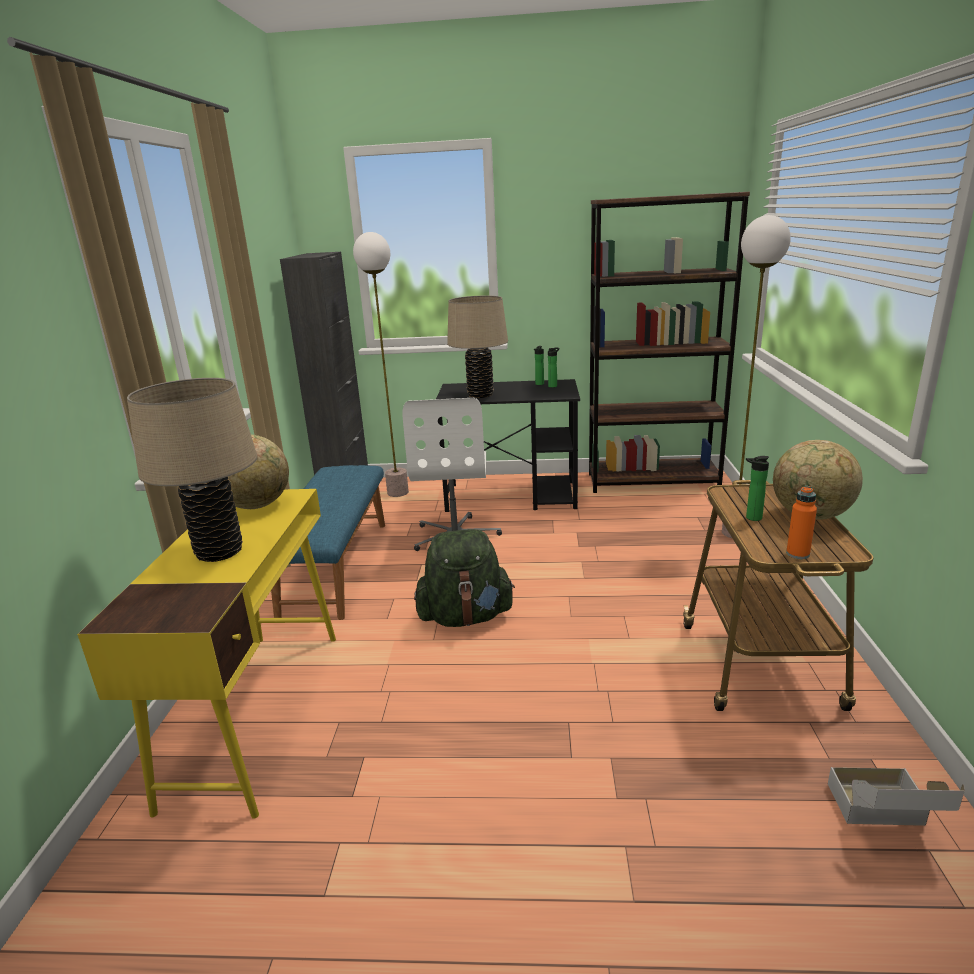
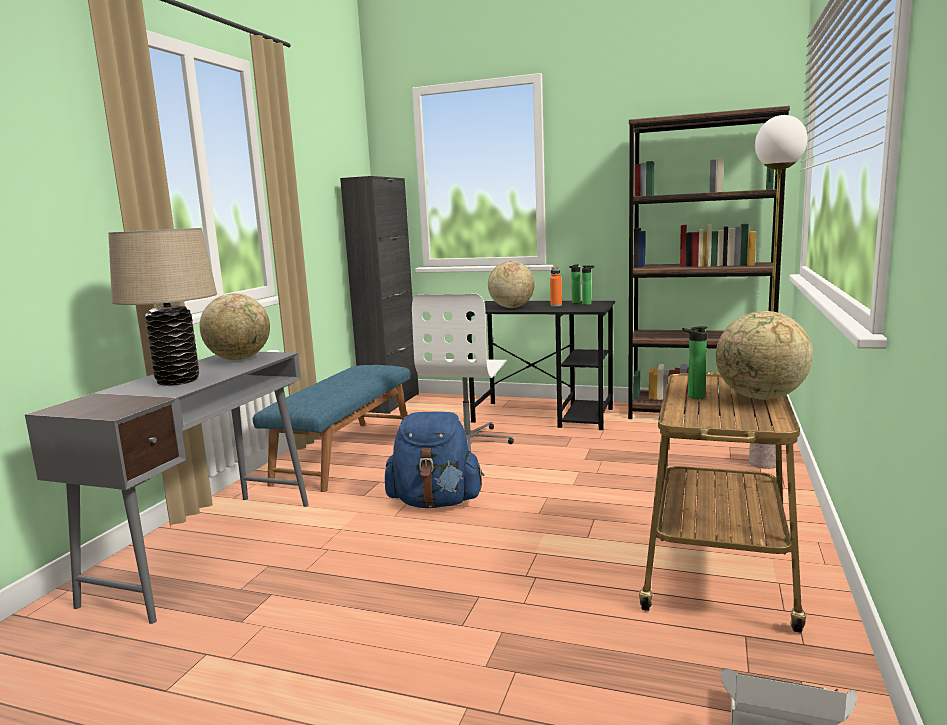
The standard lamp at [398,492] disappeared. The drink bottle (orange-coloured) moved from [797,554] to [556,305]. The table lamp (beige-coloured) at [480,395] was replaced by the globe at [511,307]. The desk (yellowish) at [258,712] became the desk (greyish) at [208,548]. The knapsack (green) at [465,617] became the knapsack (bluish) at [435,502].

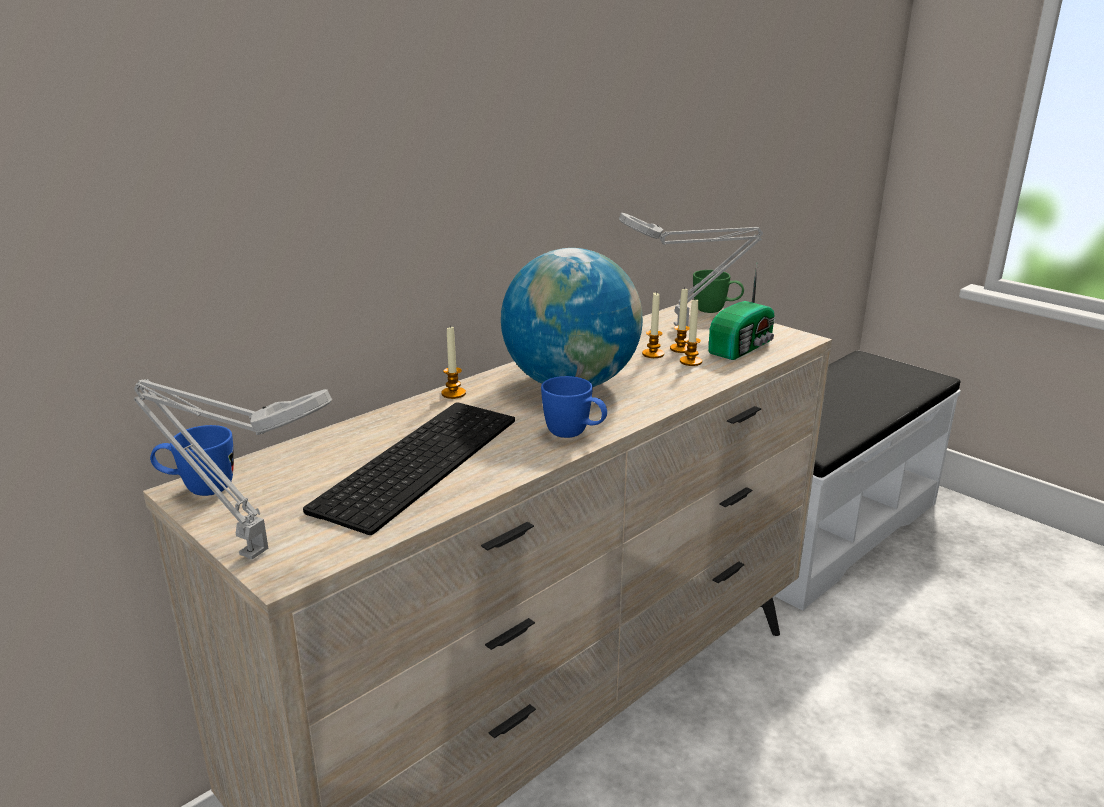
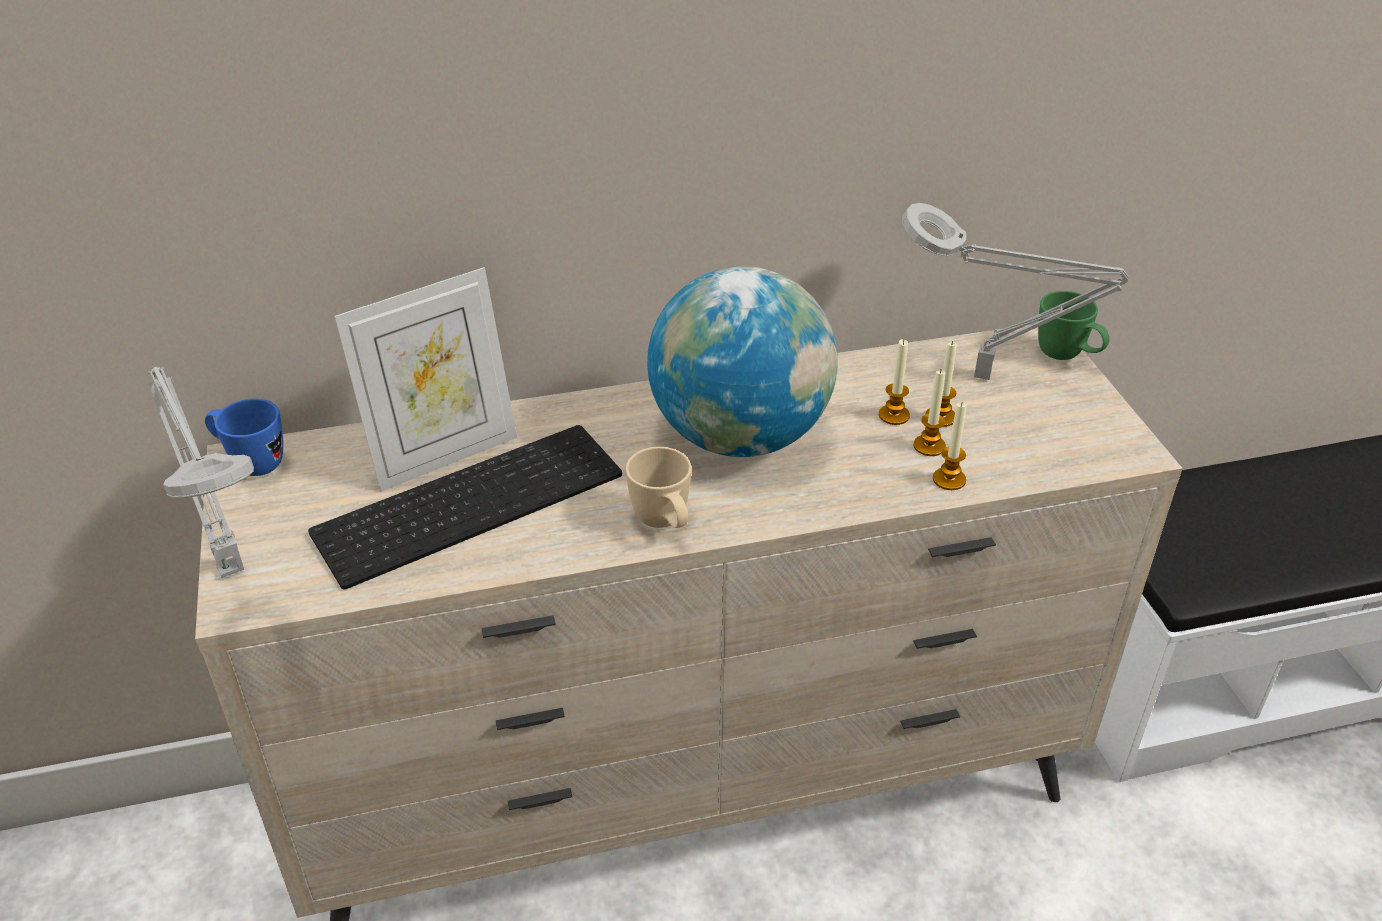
The radio receiver at [743,347] disappeared. The photo frame at [443,455] appeared. The wax candle moved from [453,393] to [949,479]. The tea mug (bluish) at [574,435] became the tea mug (beige-coloured) at [664,524].

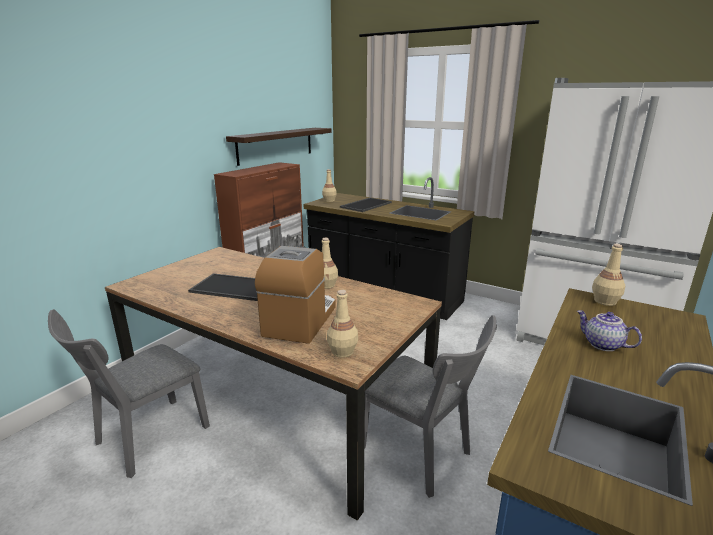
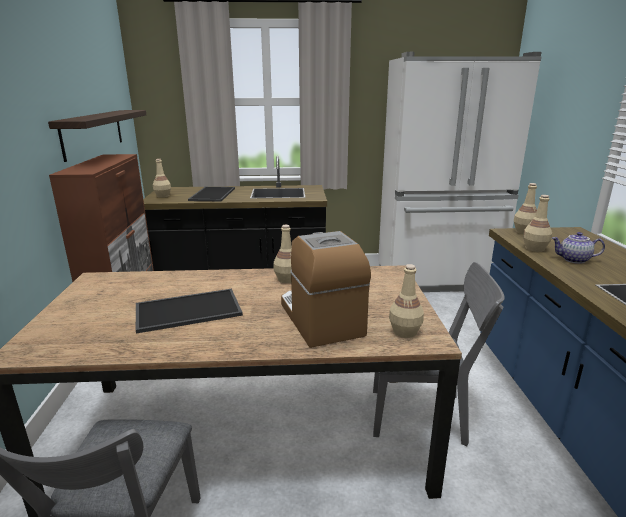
The drink bottle (beige-coloured) at [535,249] appeared.

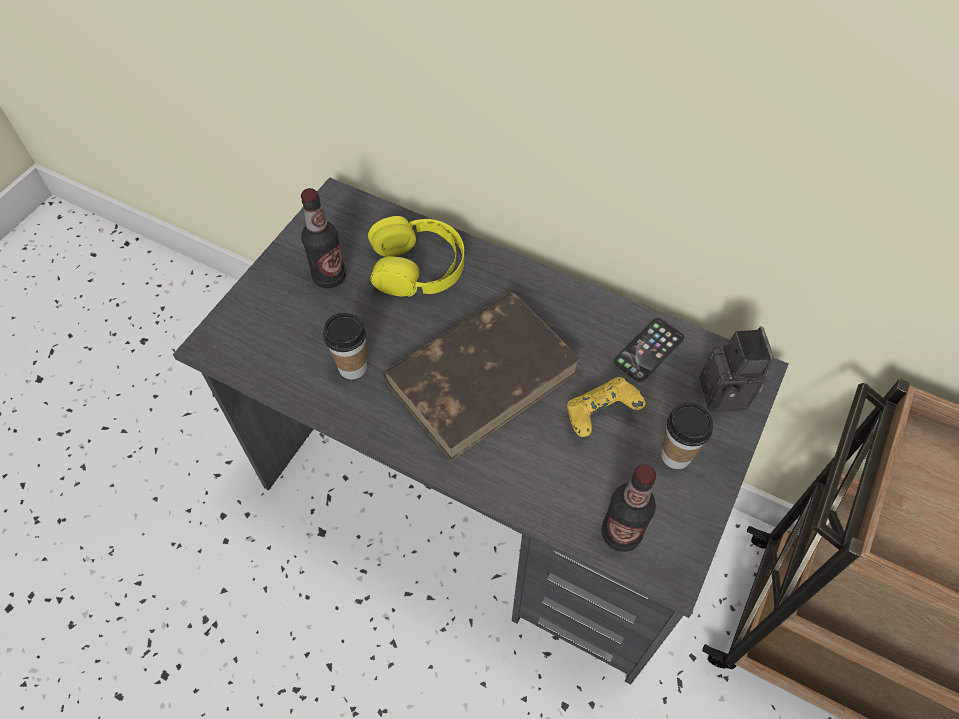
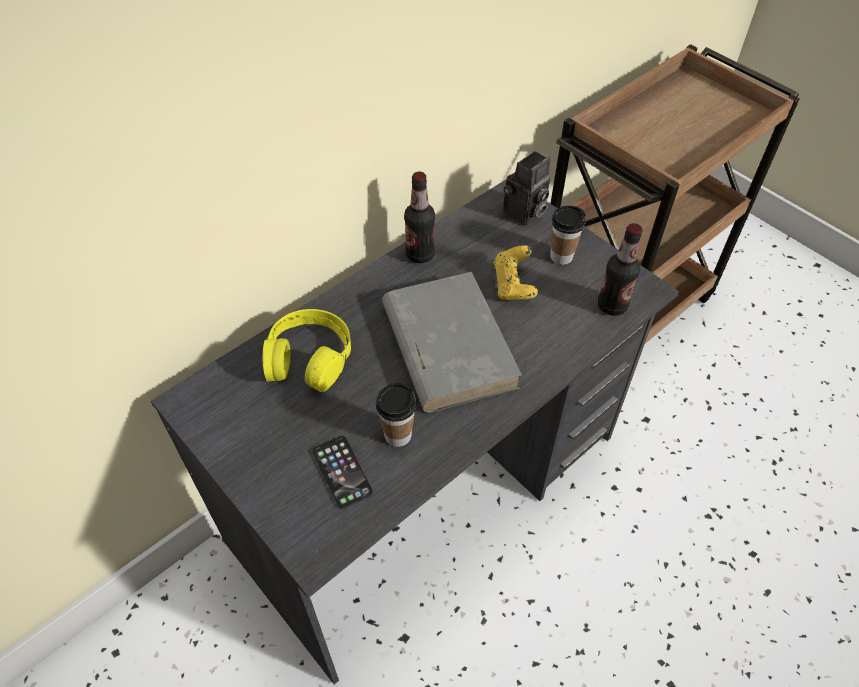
The drink bottle moved from [329,277] to [420,255]. The handset moved from [648,350] to [342,472]. The book (brown-coloured) at [483,376] became the book (greyish) at [447,345]. The photo camera at [727,396] turned 120 degrees clockwise.

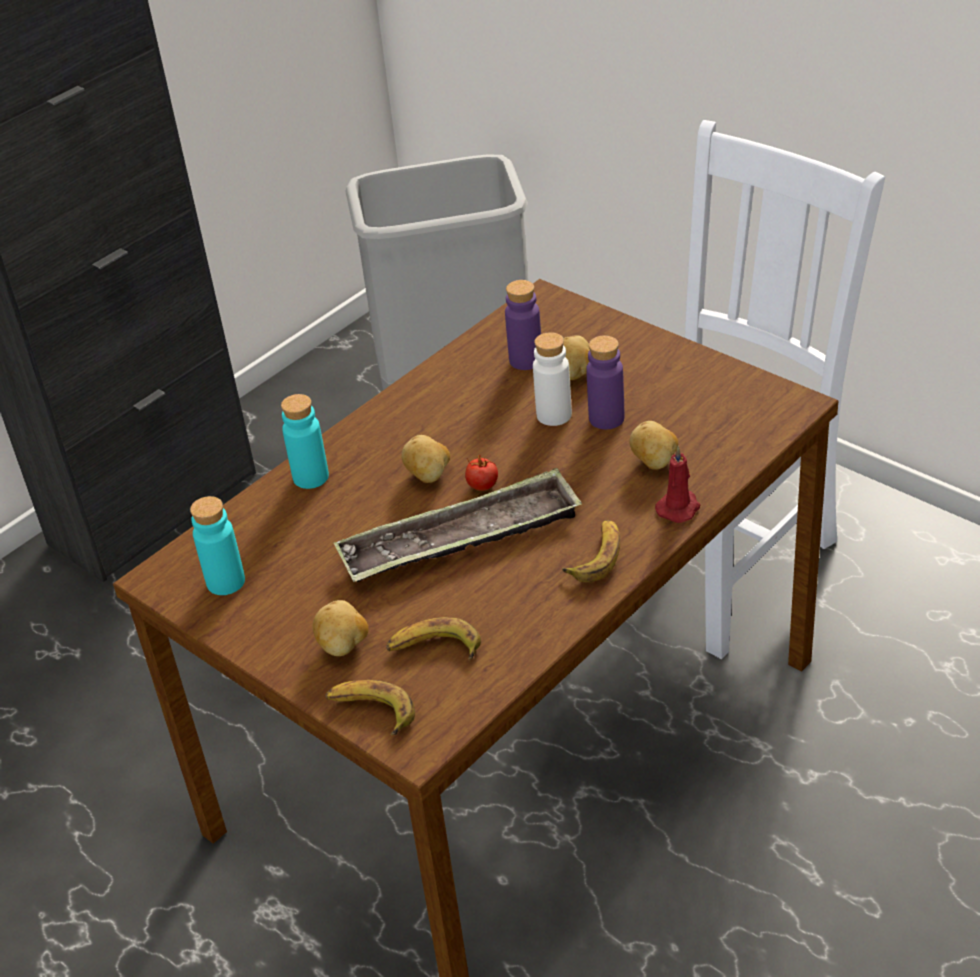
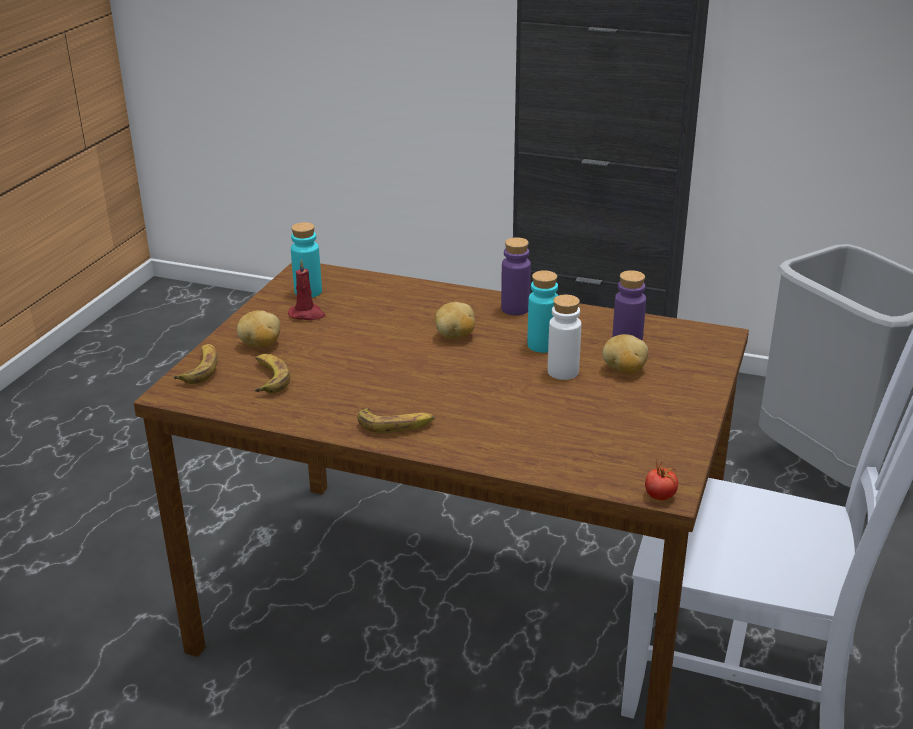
The serving tray at [461,539] disappeared. The whole potato at [654,462] disappeared. The drink bottle (turquoise) moved from [311,477] to [542,345]. The whole tomato moved from [483,485] to [660,496]. The drink bottle (purplish) moved from [606,418] to [515,309]. The wax candle (red-coloured) moved from [679,507] to [307,314].

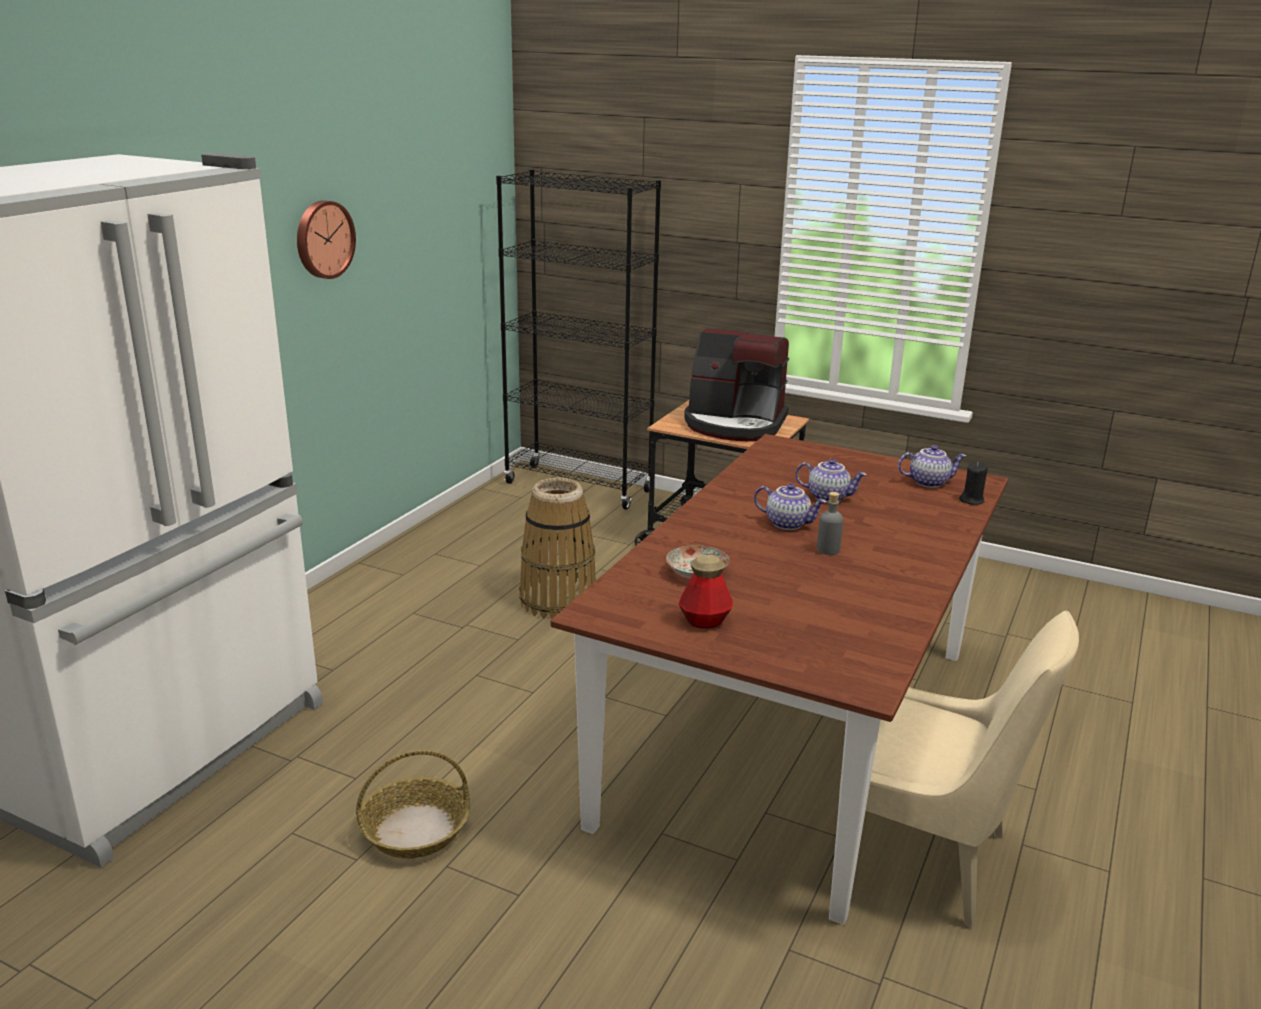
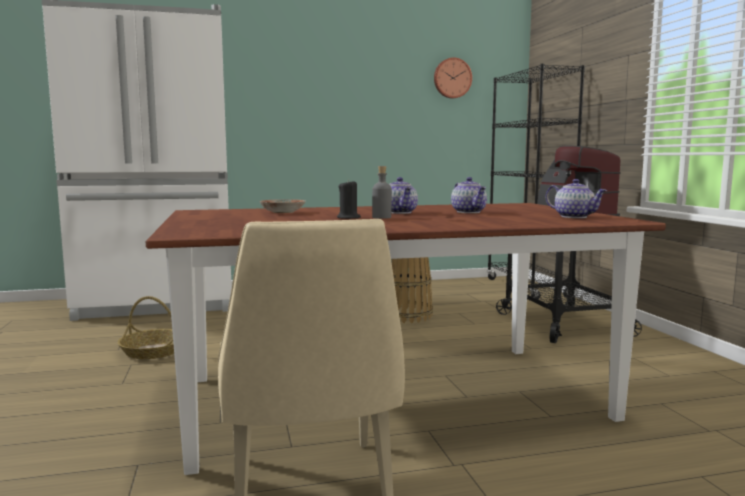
The drink bottle at [704,621] disappeared. The wall clock moved from [323,239] to [452,78]. The wax candle (black-coloured) moved from [972,500] to [348,218].

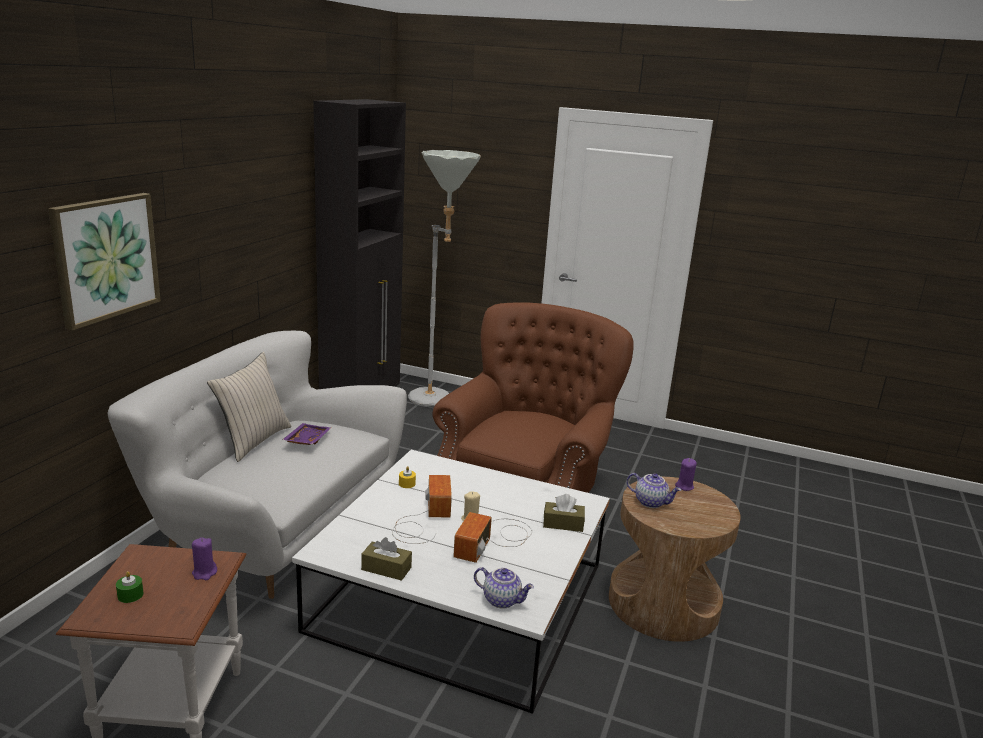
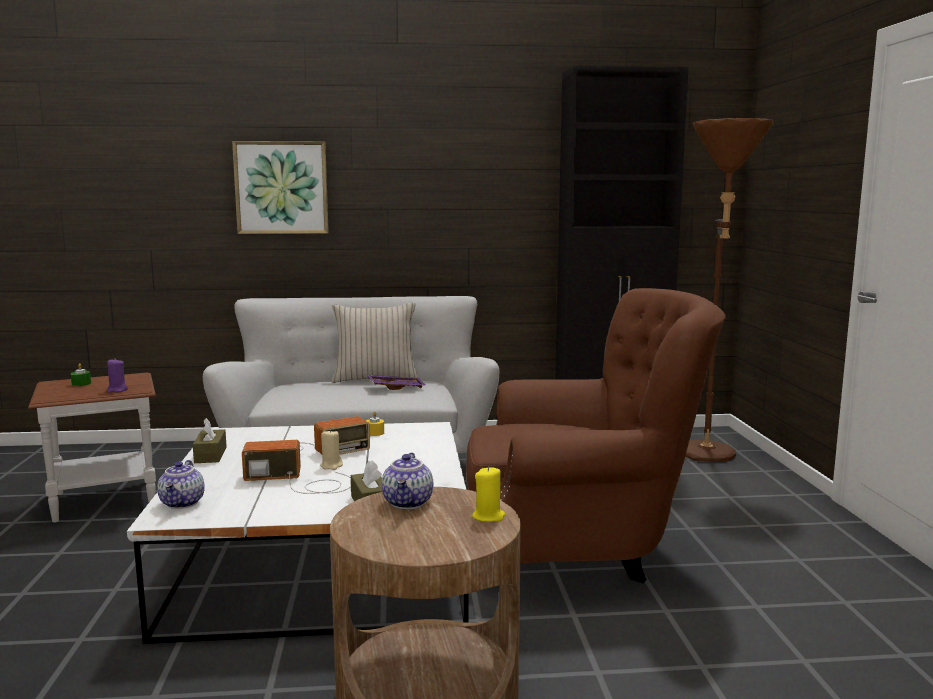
The standard lamp (greyish) at [437,400] became the standard lamp (brown-coloured) at [709,457]. The wax candle (purplish) at [684,486] became the wax candle (yellowish) at [488,516].

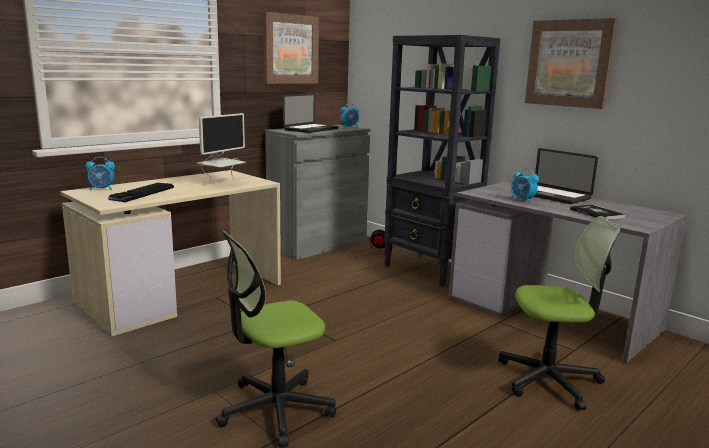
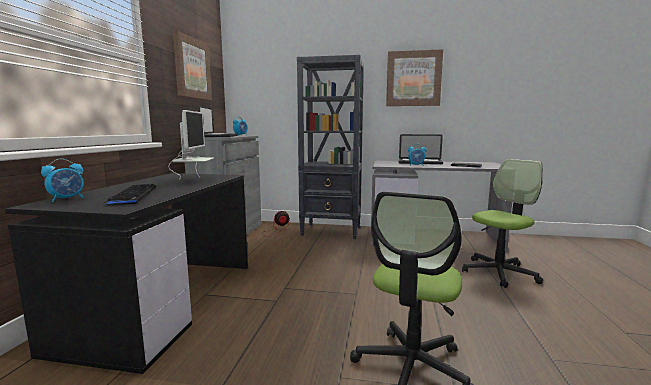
The desk (beige-coloured) at [183,293] became the desk (black-coloured) at [165,301].

